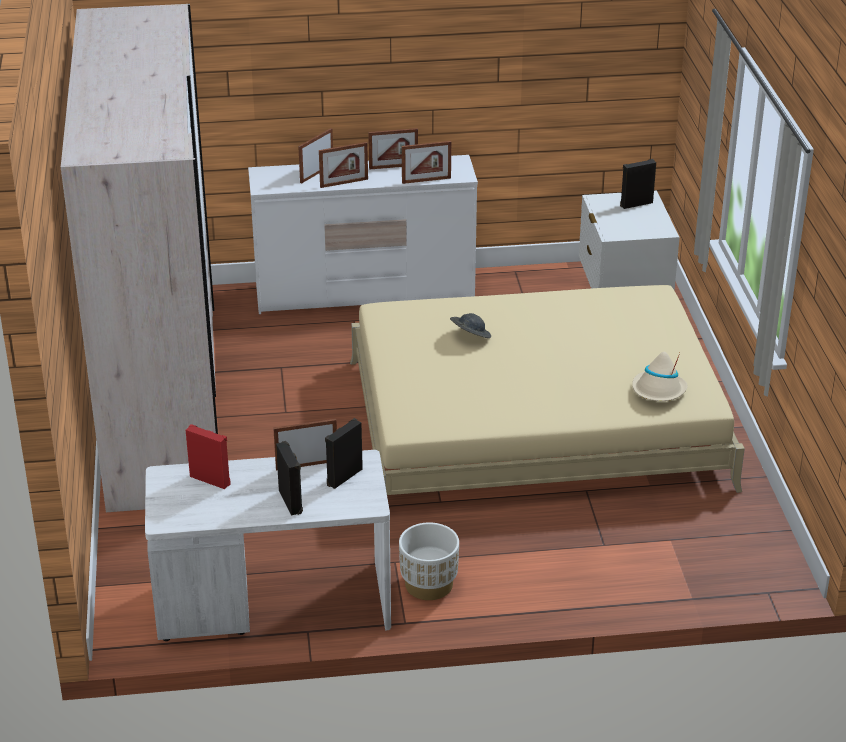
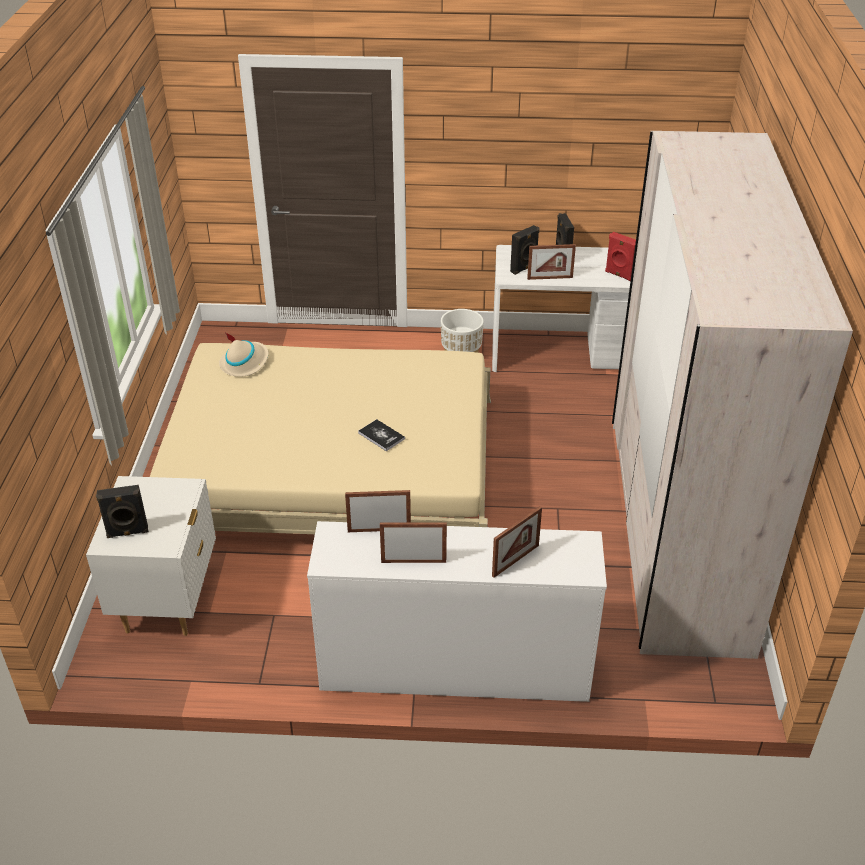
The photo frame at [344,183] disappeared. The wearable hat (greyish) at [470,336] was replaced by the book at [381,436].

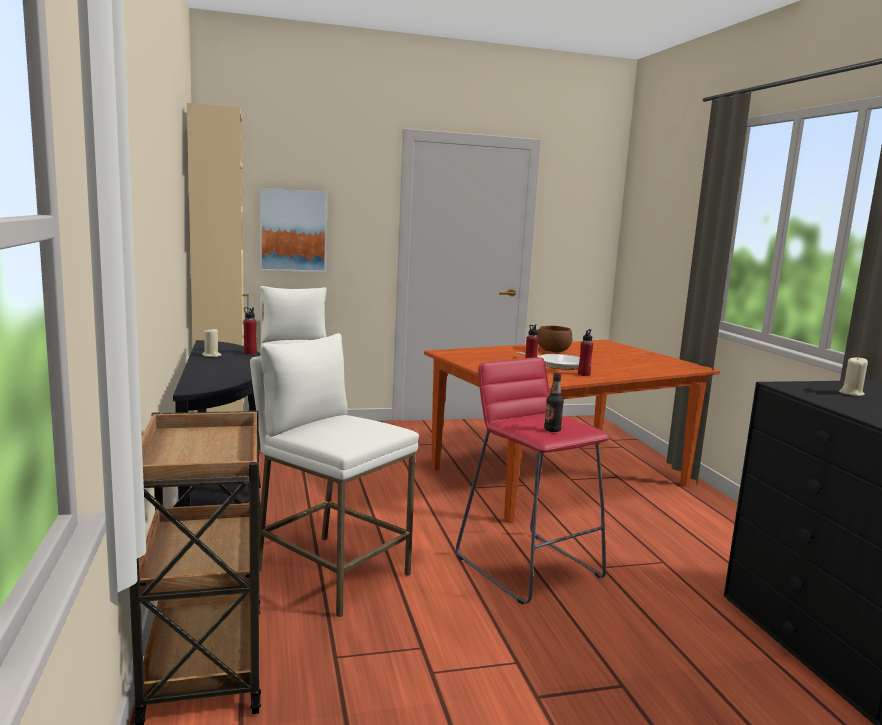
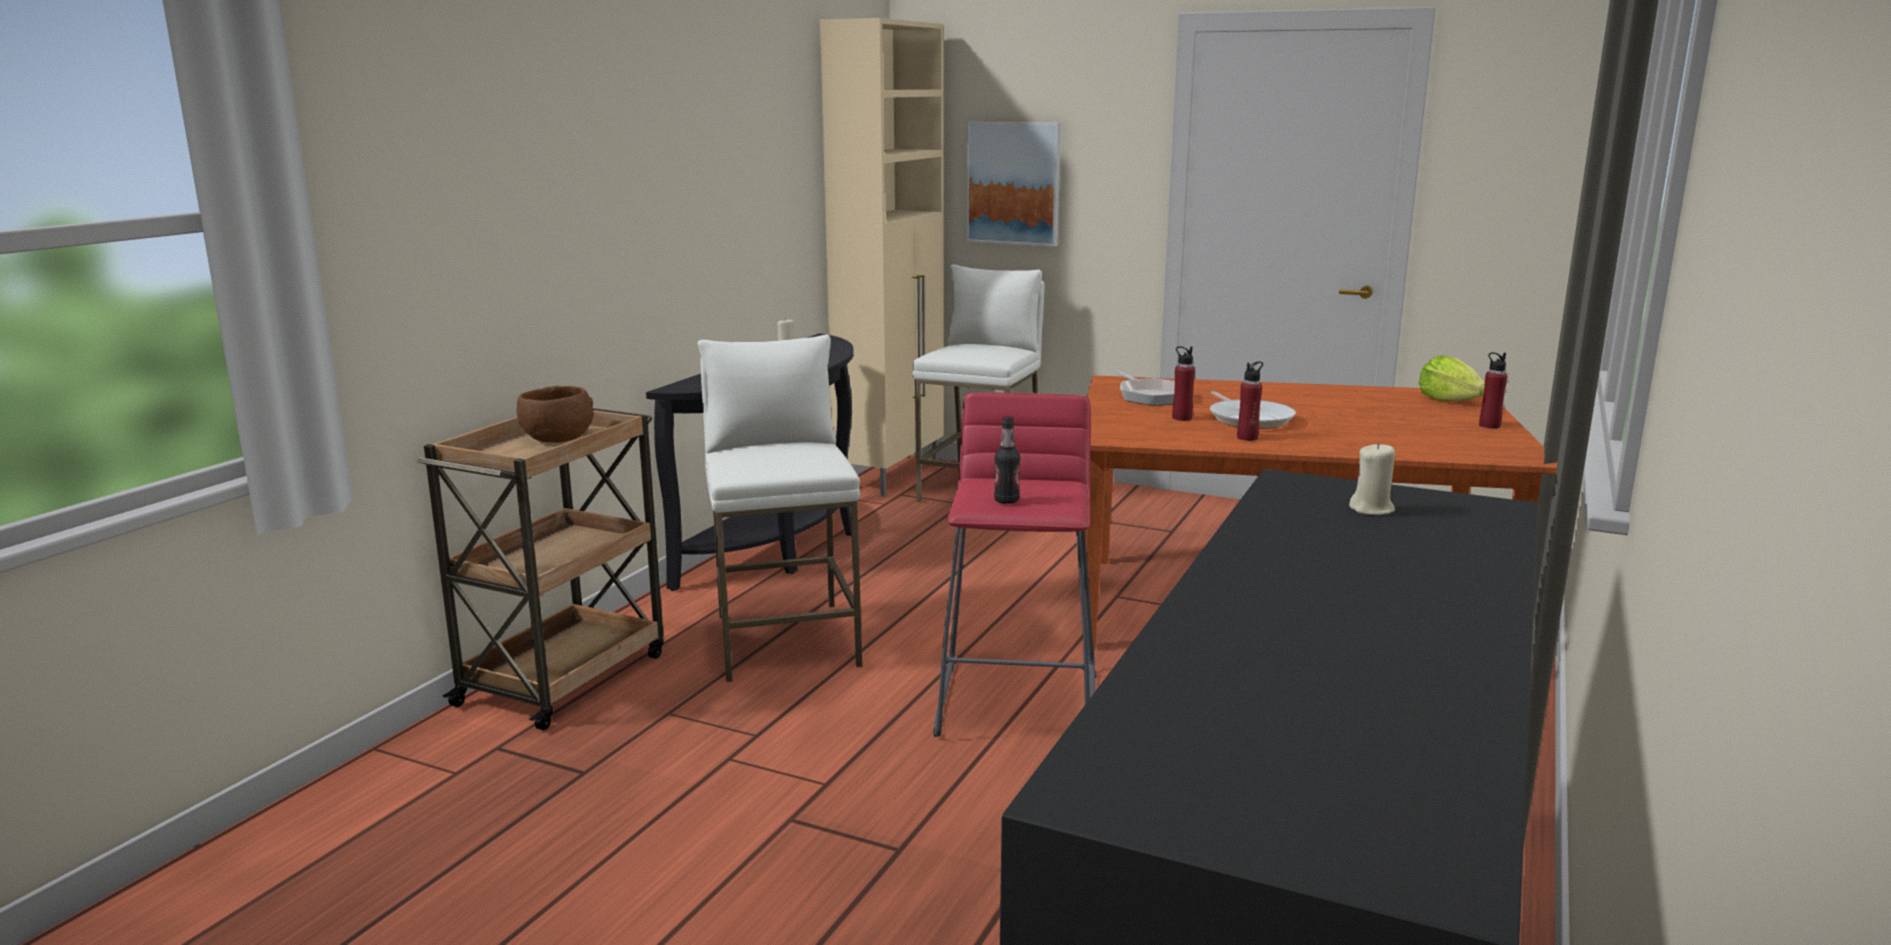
The frying pan at [1150,396] appeared. The lettuce head at [1449,400] appeared. The drink bottle (red-coloured) moved from [250,353] to [1489,426]. The serving bowl (brown-coloured) moved from [553,351] to [556,438].

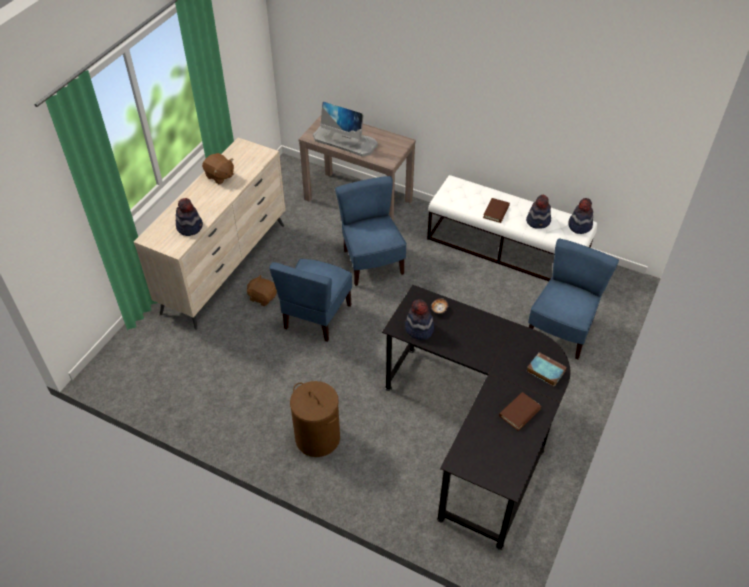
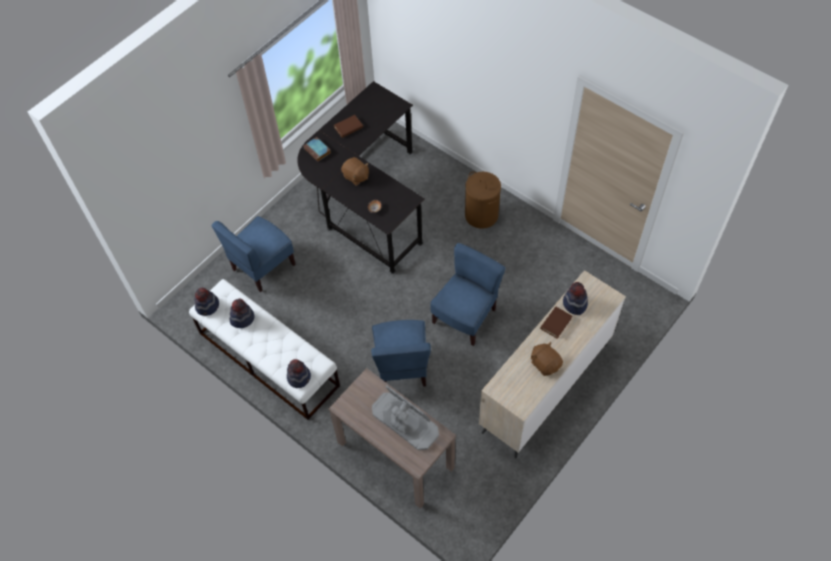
The cuddly toy (brown-coloured) moved from [262,297] to [356,176]. The wearable hat moved from [419,329] to [299,377]. The book (brown-coloured) moved from [496,212] to [556,323].

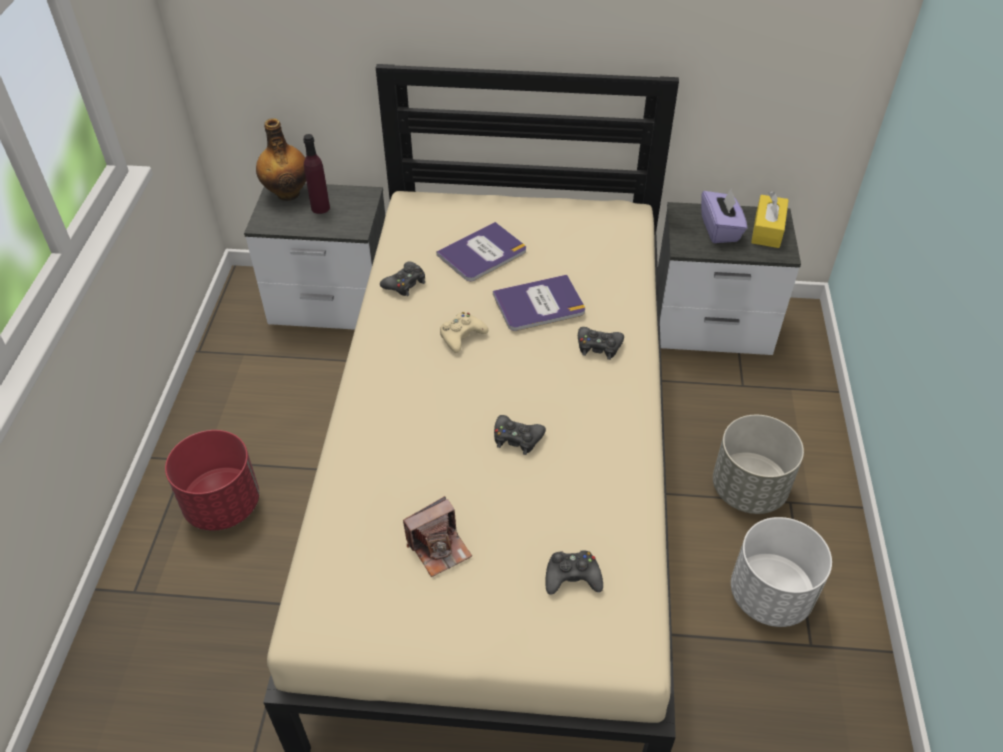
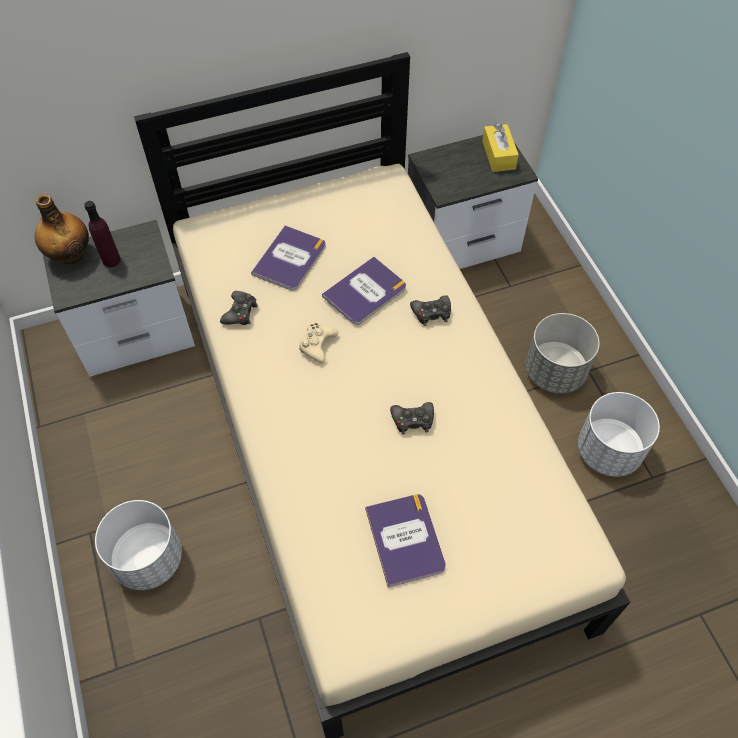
The game controller (black-coloured) at [572,577] disappeared. The tissue box (purplish) at [720,229] disappeared. The photo camera at [439,547] was replaced by the book at [405,539]. The flower pot (red-coloured) at [222,504] became the flower pot (white) at [148,559].

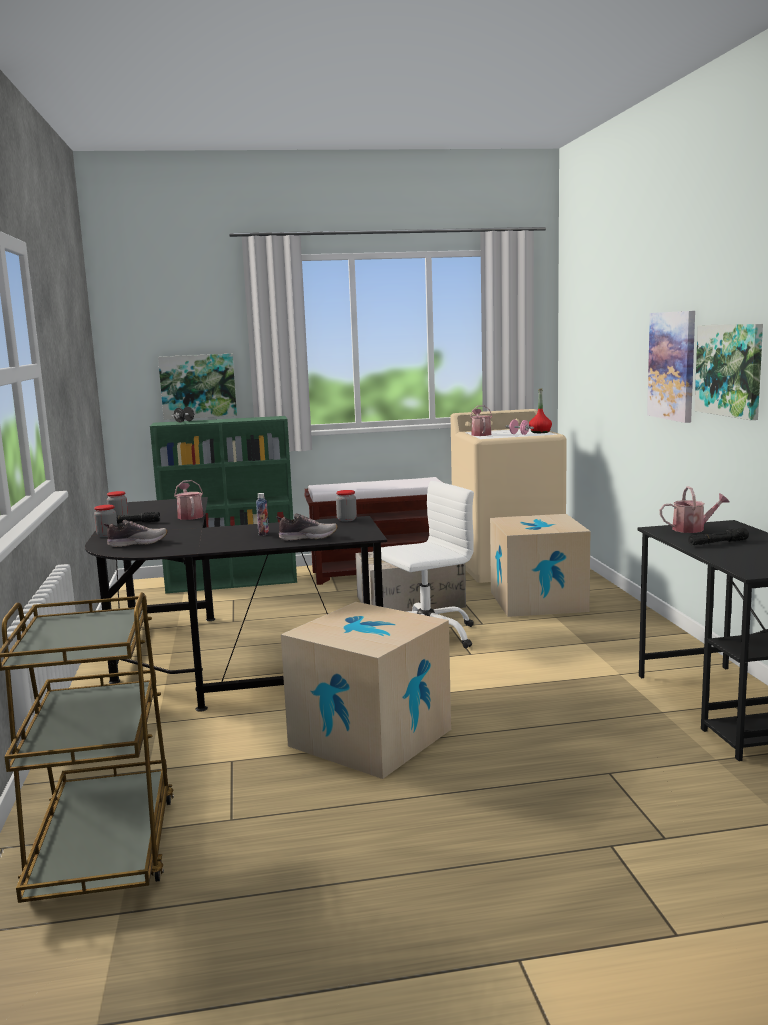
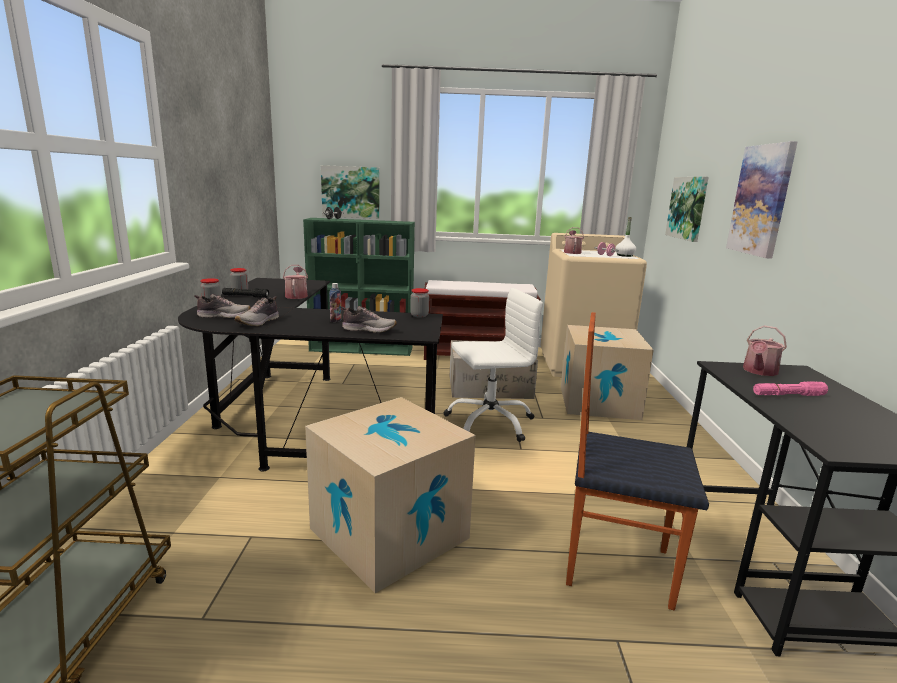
The low shoe at [259,322] appeared. The upright chair at [616,565] appeared. The wall picture moved from [730,370] to [688,208]. The drink bottle (red-coloured) at [540,432] became the drink bottle (white) at [624,255]. The hand torch (black-coloured) at [717,543] became the hand torch (pink) at [788,395]. The watering pot at [693,529] turned 120 degrees clockwise.

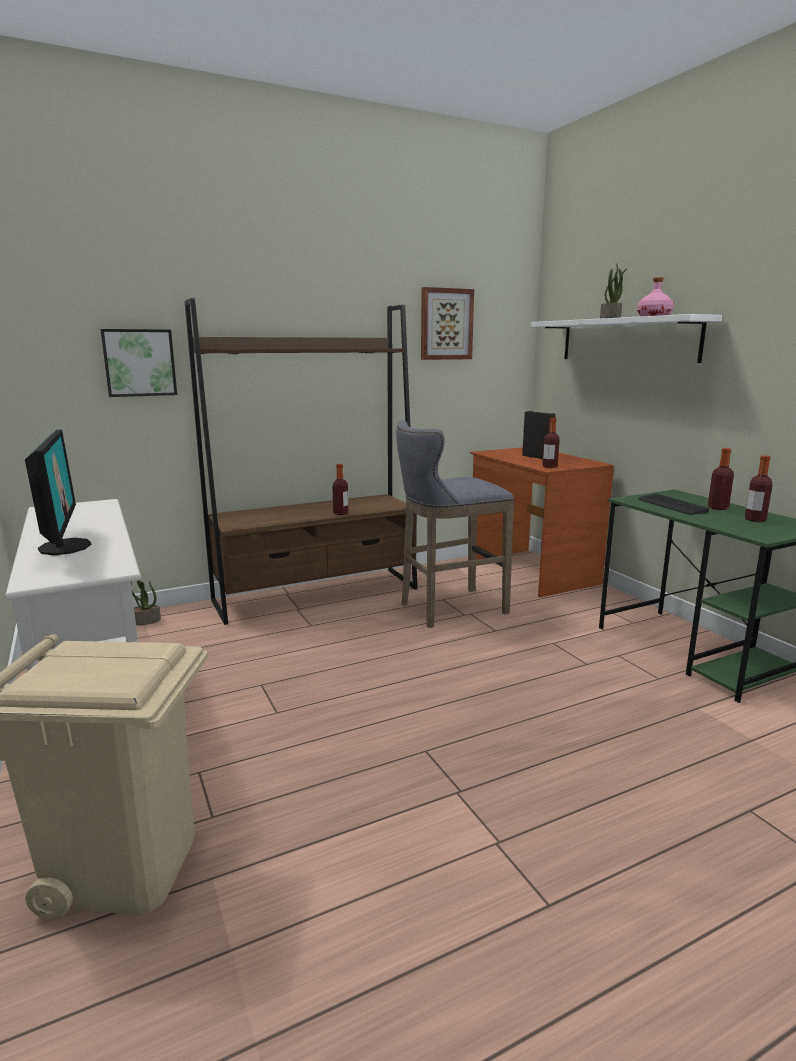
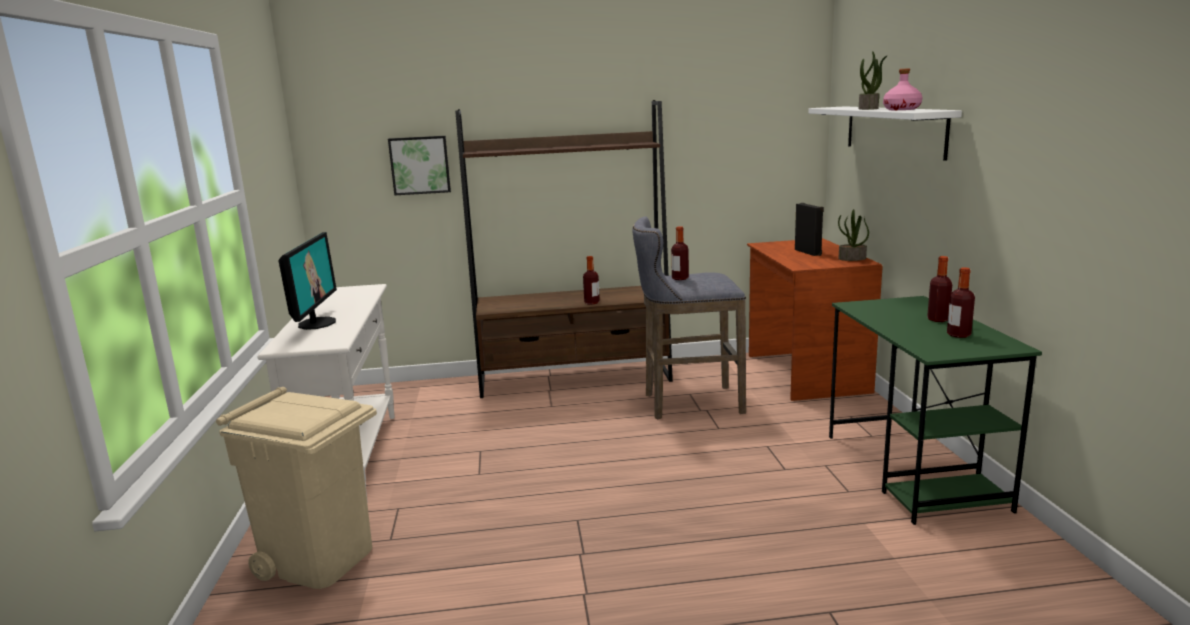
The wall picture at [446,324] disappeared. The computer keyboard at [671,505] disappeared. The plant in a pot moved from [145,621] to [852,259]. The drink bottle moved from [549,466] to [680,278].

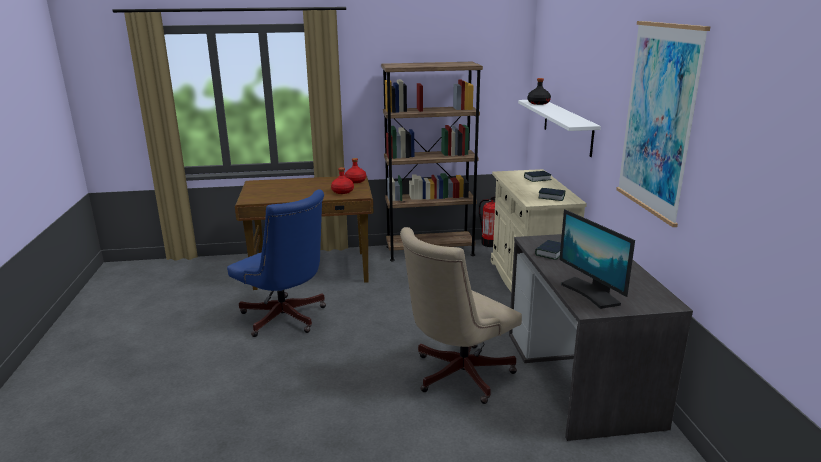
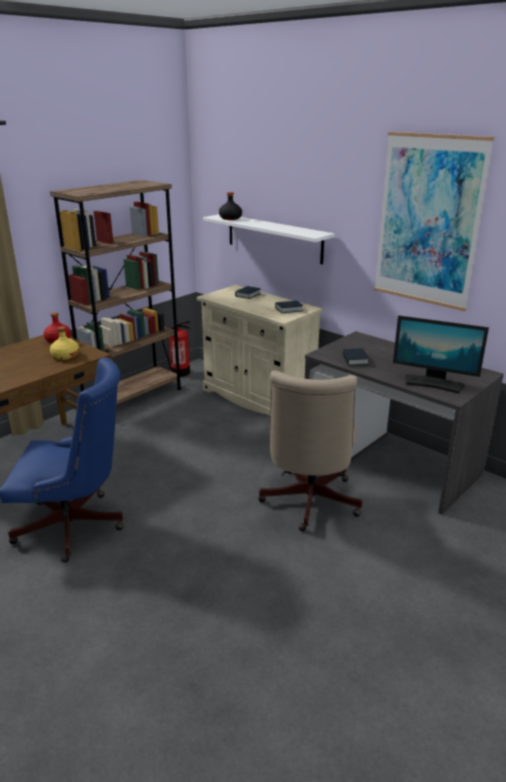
The drink bottle (red-coloured) at [342,191] became the drink bottle (yellowish) at [65,356].

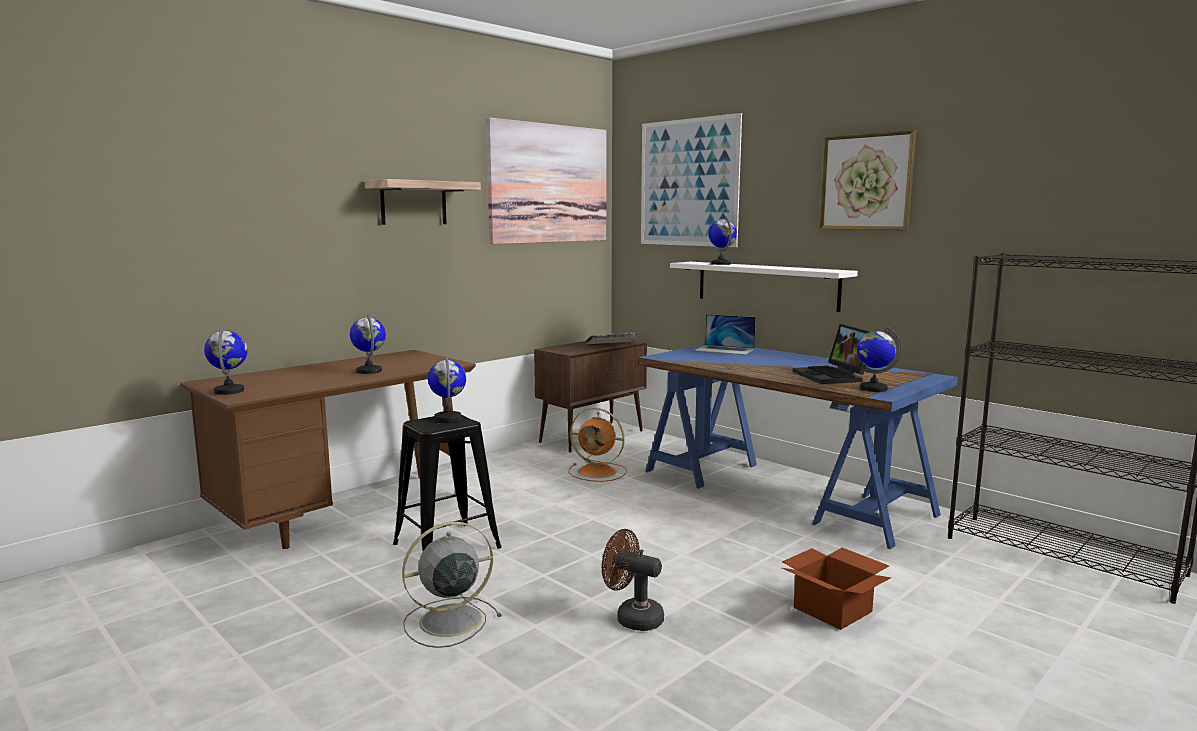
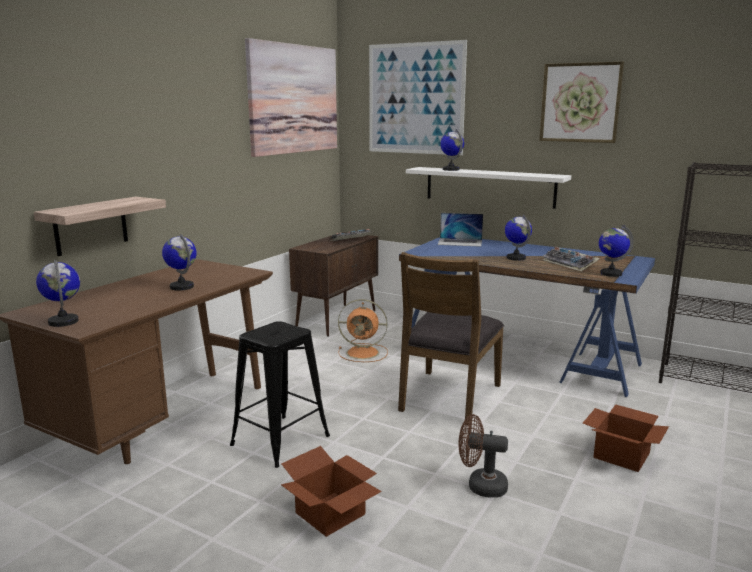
The upright chair (brown-coloured) at [448,397] appeared. The bracket shelf moved from [413,203] to [91,226]. The globe moved from [448,418] to [516,258]. The fan (greyish) at [448,621] was replaced by the cardboard box at [330,515]. The portable computer at [834,376] was replaced by the computer keyboard at [570,264].

